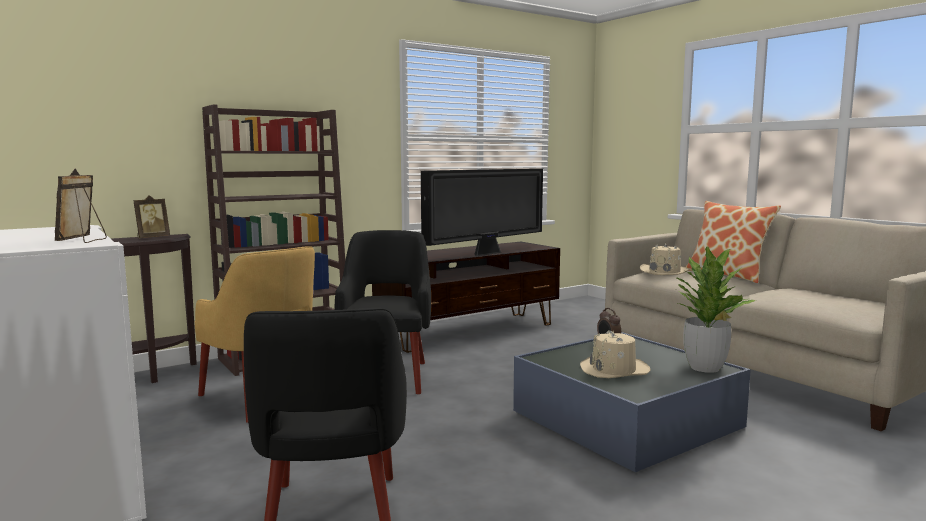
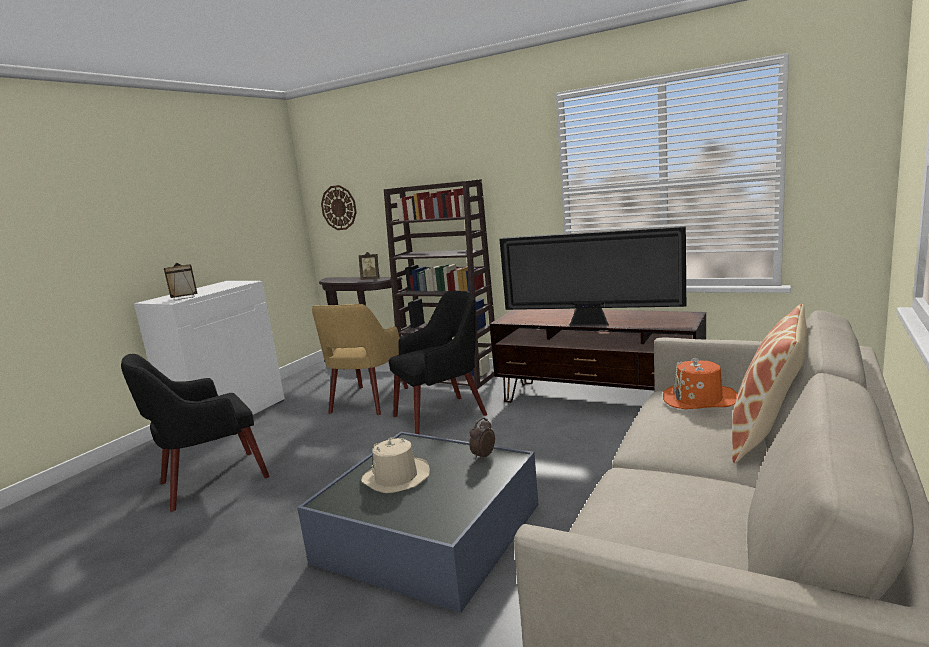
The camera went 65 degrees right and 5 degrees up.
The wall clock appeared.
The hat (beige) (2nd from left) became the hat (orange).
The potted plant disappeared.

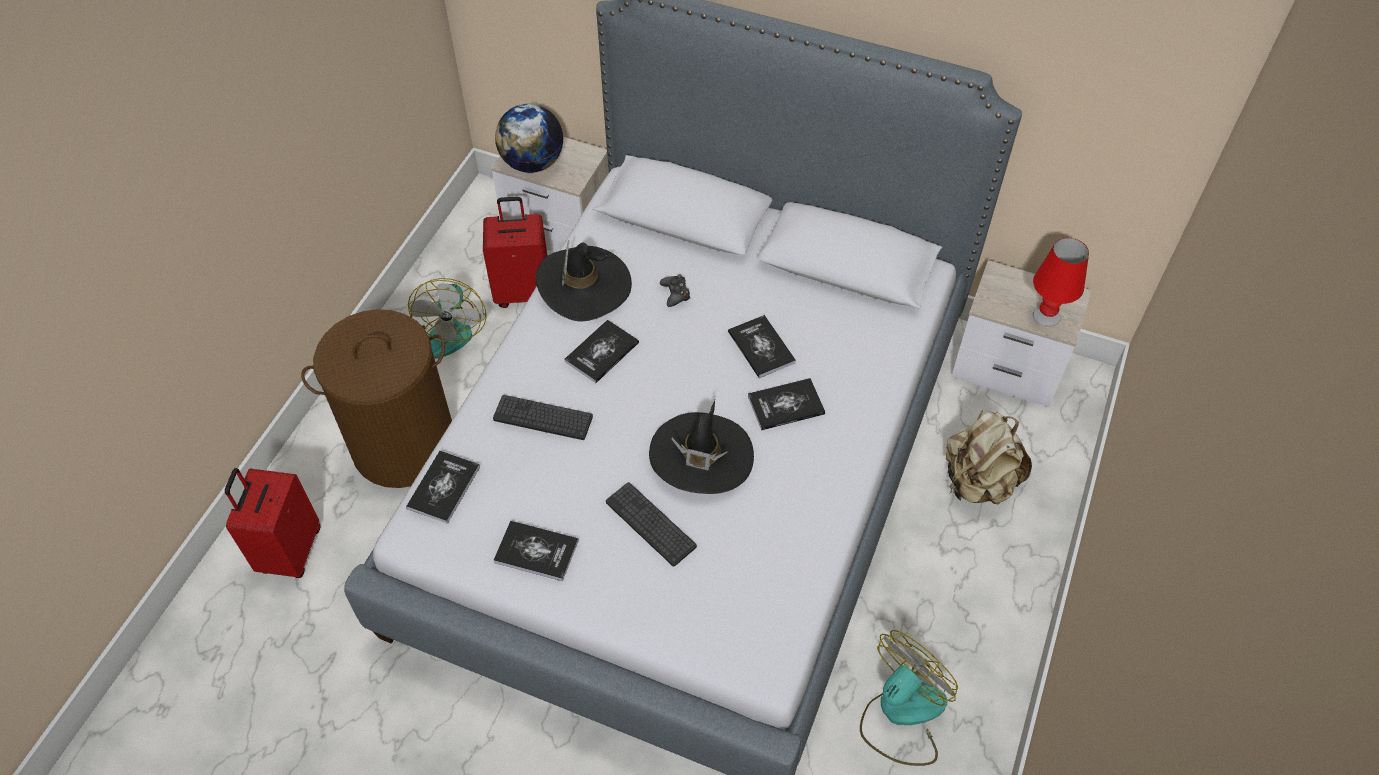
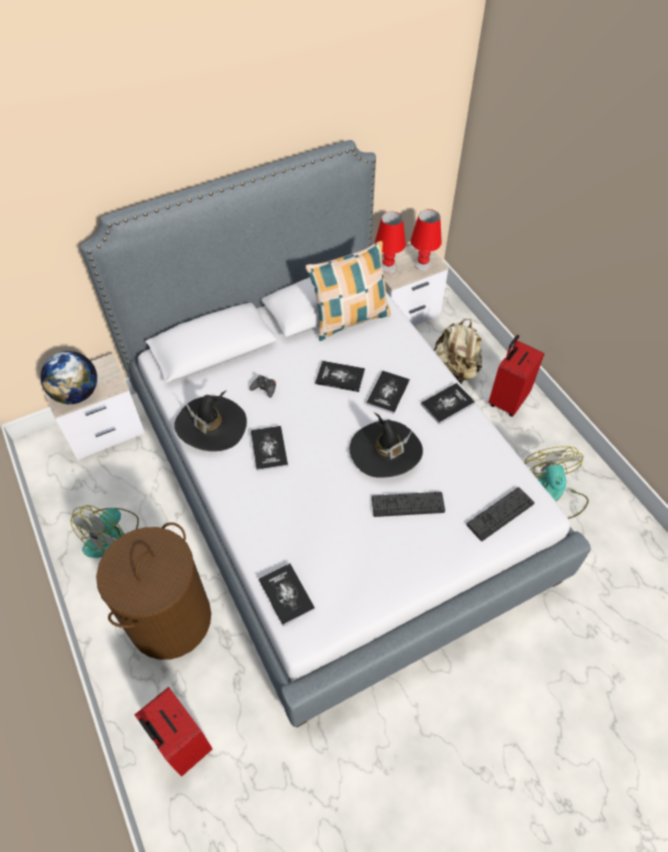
The camera went 50 degrees left and 0 degrees up.
The fan (1st from left) turned 75 degrees clockwise.
The pillow appeared.
The table lamp (red) (1st from left) appeared.
The book (2nd from left in the first image) moved.
The keyboard (1st from left in the first image) moved.
The suitcase (red) (2nd from left) moved.

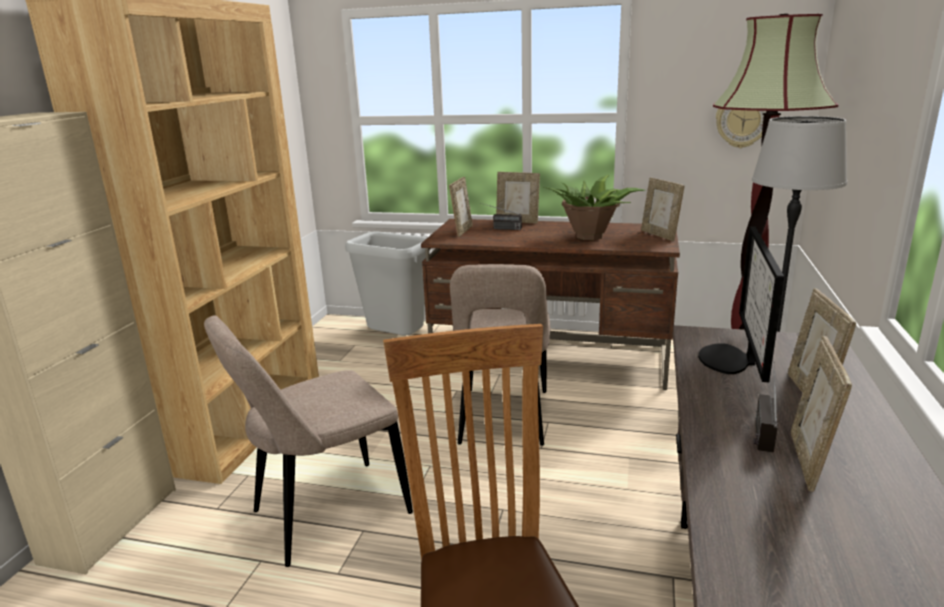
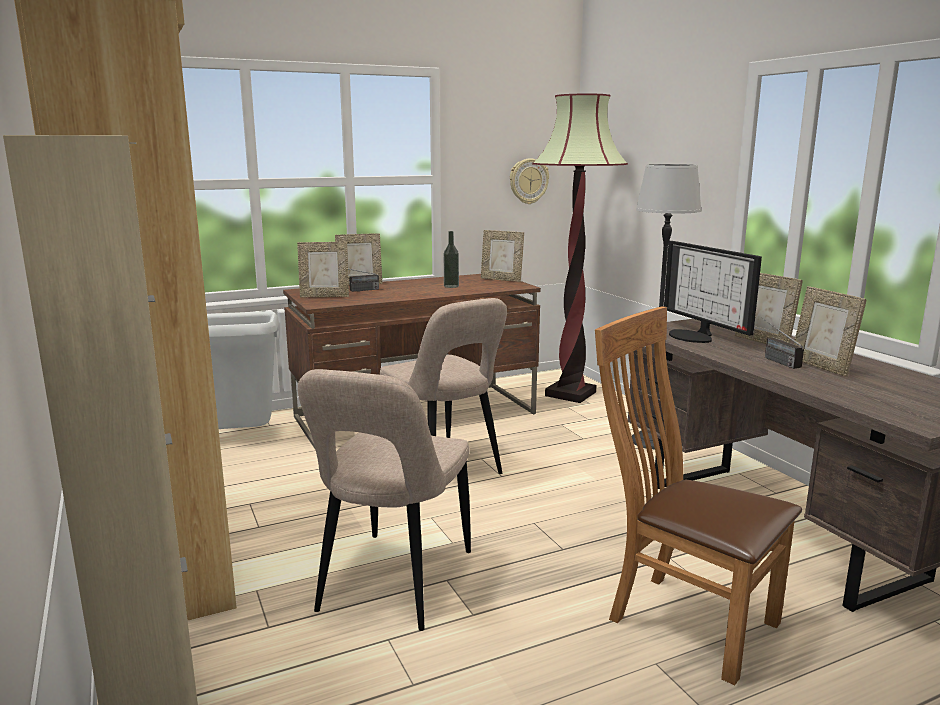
The camera went 40 degrees left and 5 degrees down.
The picture frame (1st from left) turned 105 degrees clockwise.
The potted plant was replaced by the bottle.

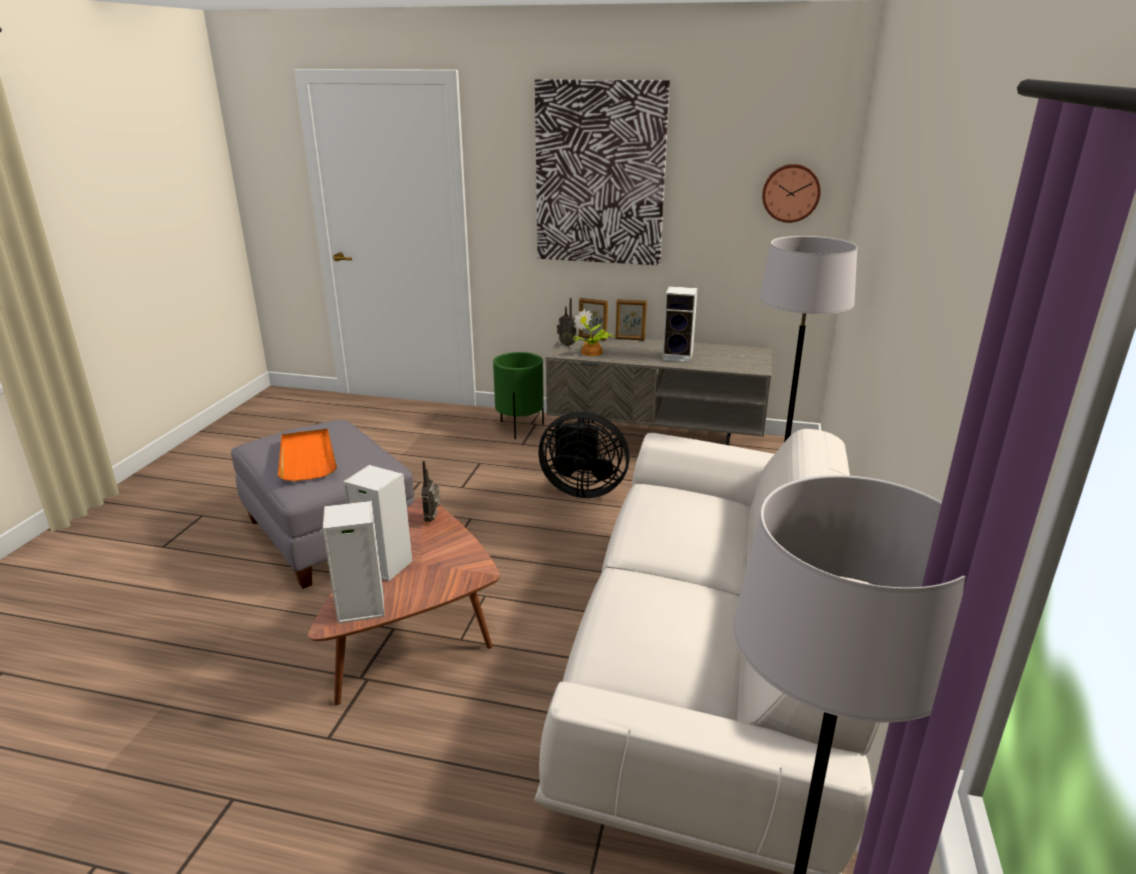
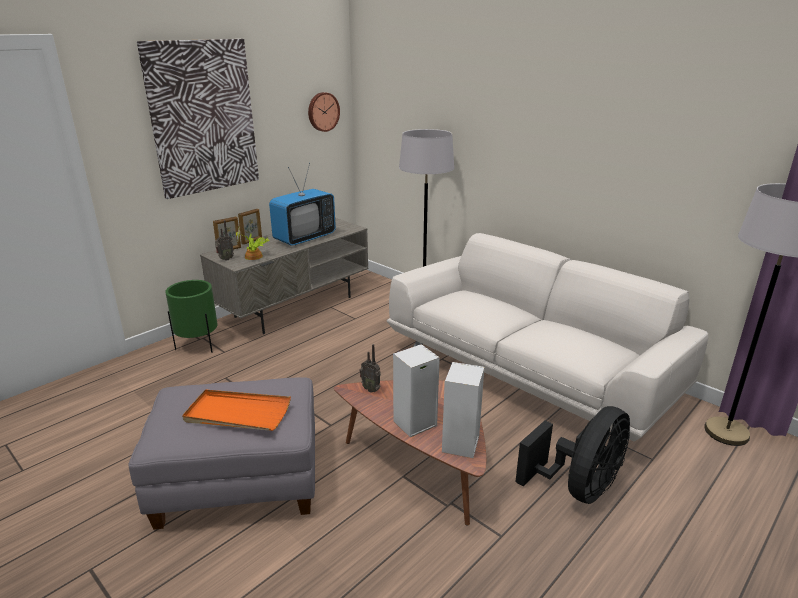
The camera went 60 degrees left and 0 degrees up.
The speaker (3rd from left) was replaced by the television.
The fan (black) moved.

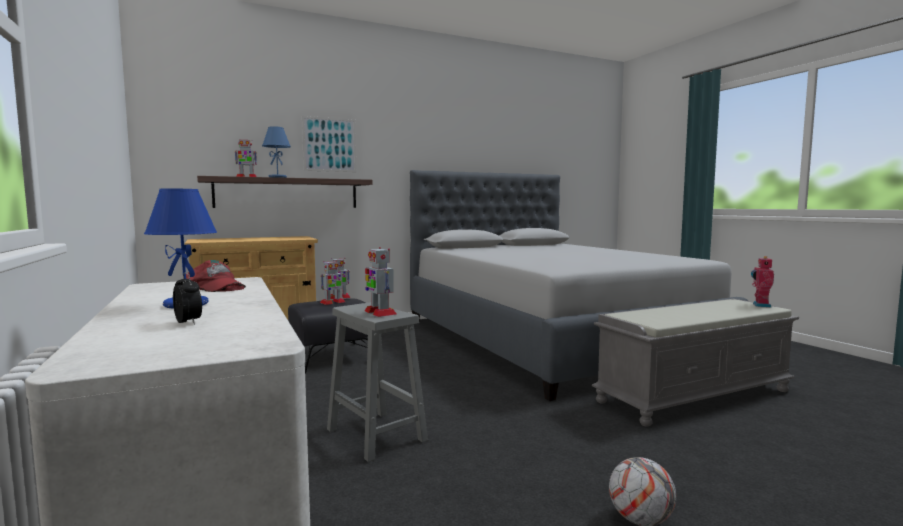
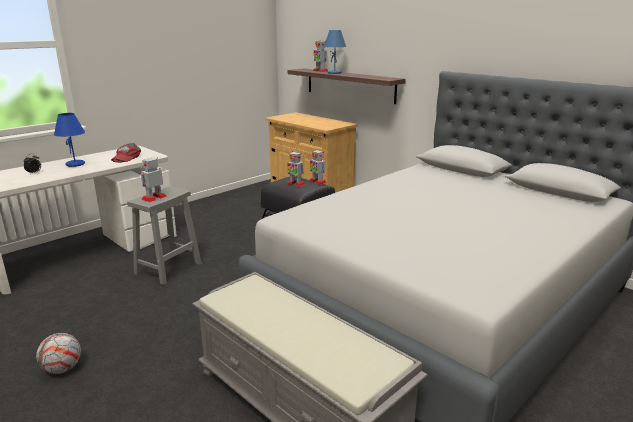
The camera went 70 degrees right and 15 degrees up.
The picture disappeared.
The toy robot (5th from left) disappeared.

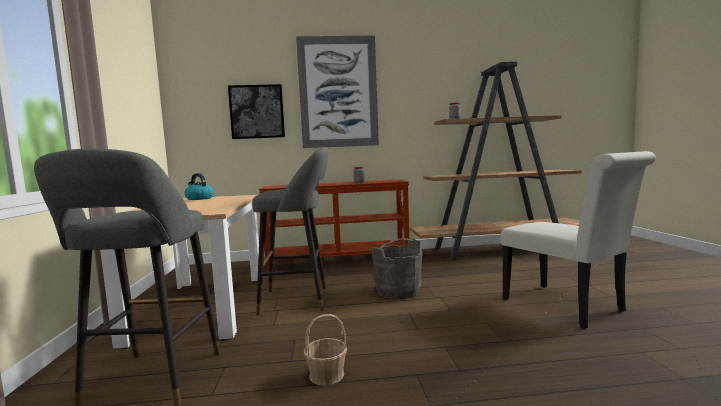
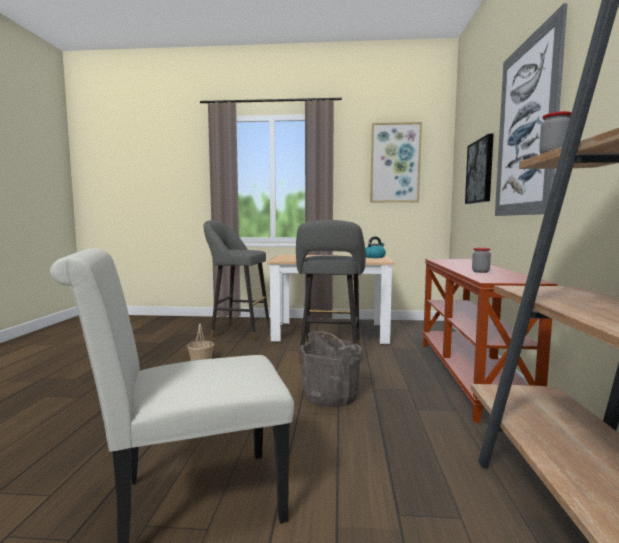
The camera went 100 degrees right and 0 degrees up.
The picture (1st from left) appeared.

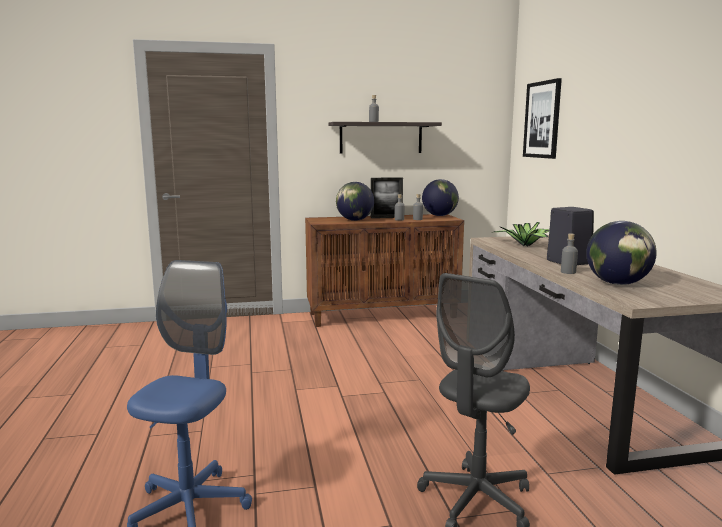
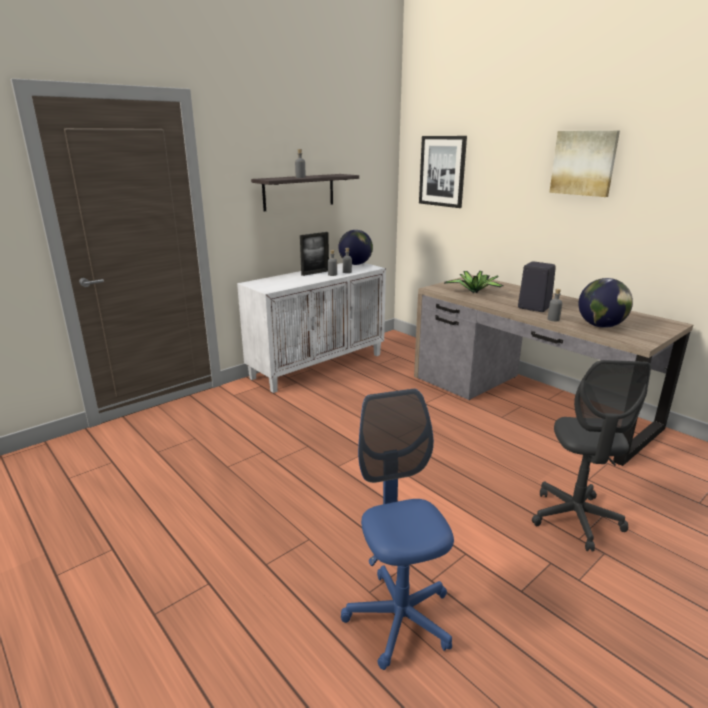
The camera went 30 degrees left and 10 degrees up.
The cabinet (brown) became the cabinet (white).
The picture (2nd from left) appeared.
The globe (1st from left) disappeared.

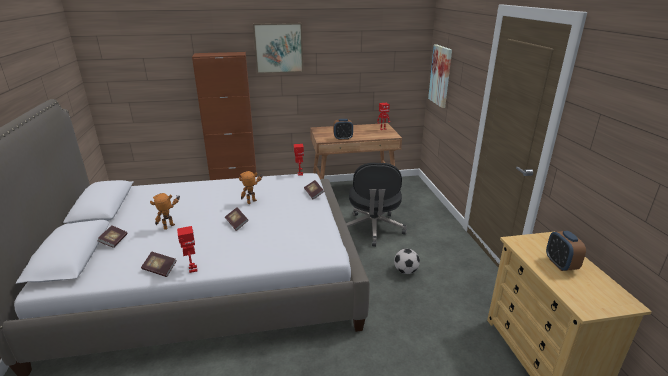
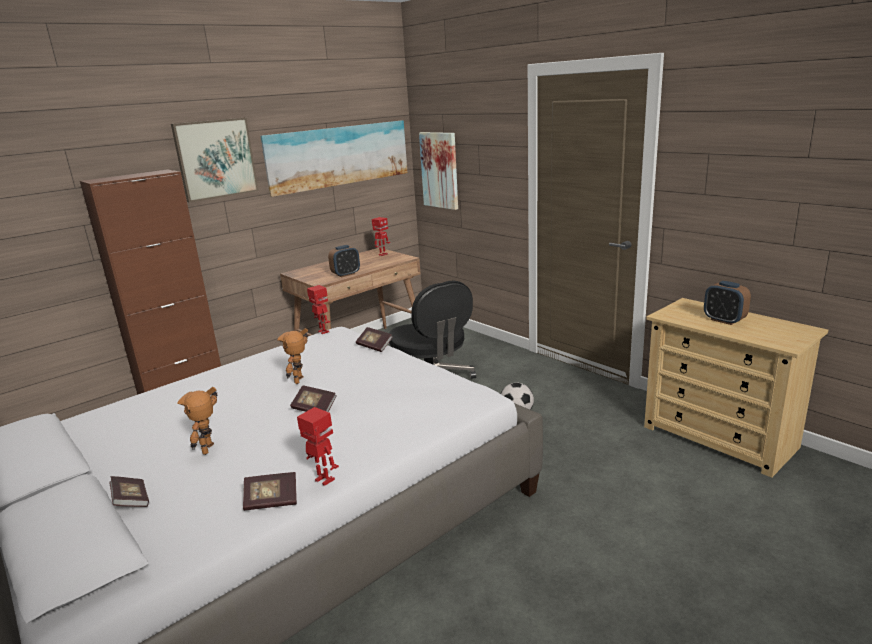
The camera went 30 degrees left and 5 degrees down.
The picture (2nd from left) appeared.

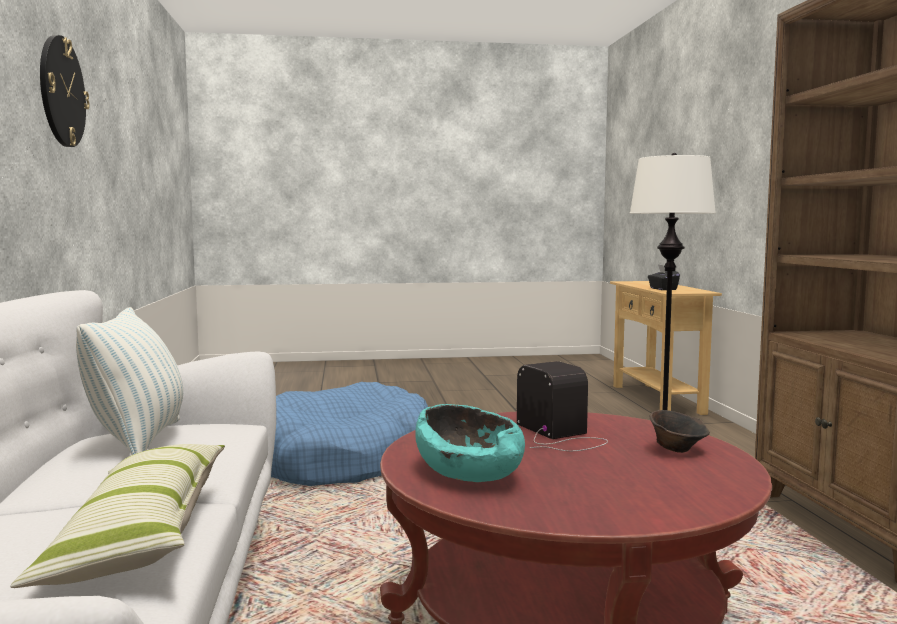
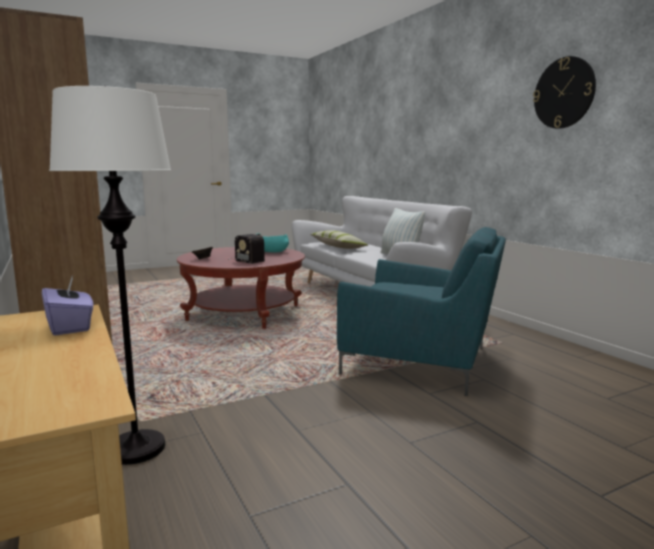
The camera went 160 degrees right and 5 degrees up.
The tissue box (black) became the tissue box (purple).
The dog bed (blue) was replaced by the armchair (turquoise).

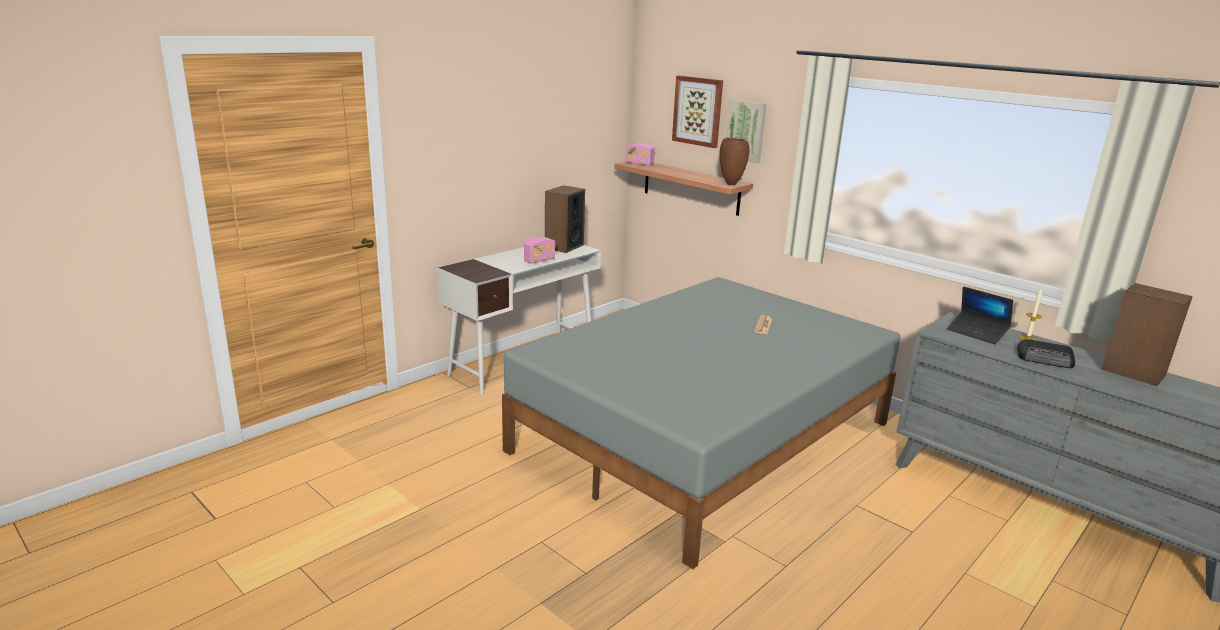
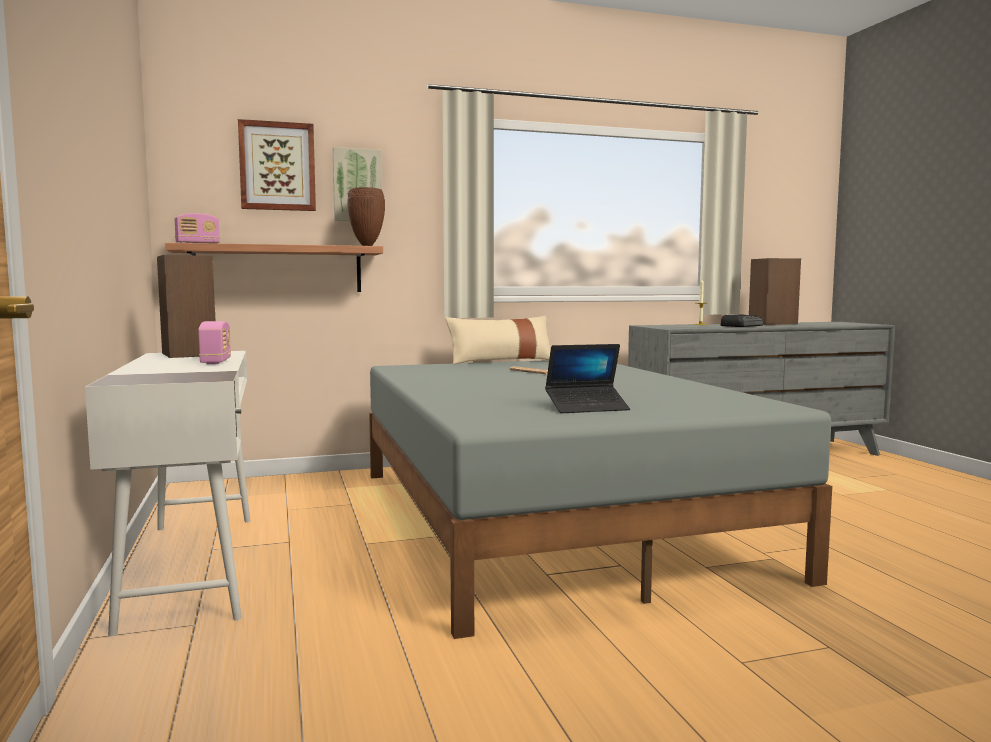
The camera went 60 degrees left and 15 degrees down.
The pillow (beige) appeared.
The laptop moved.

